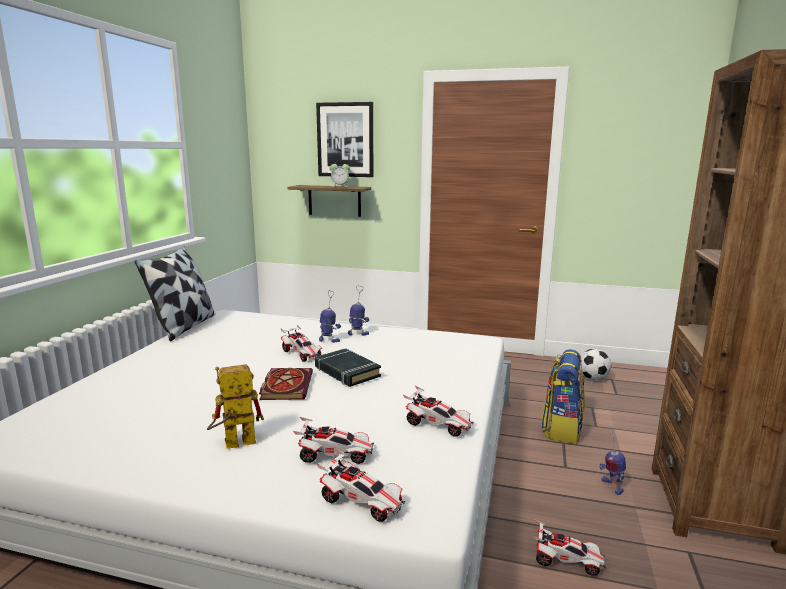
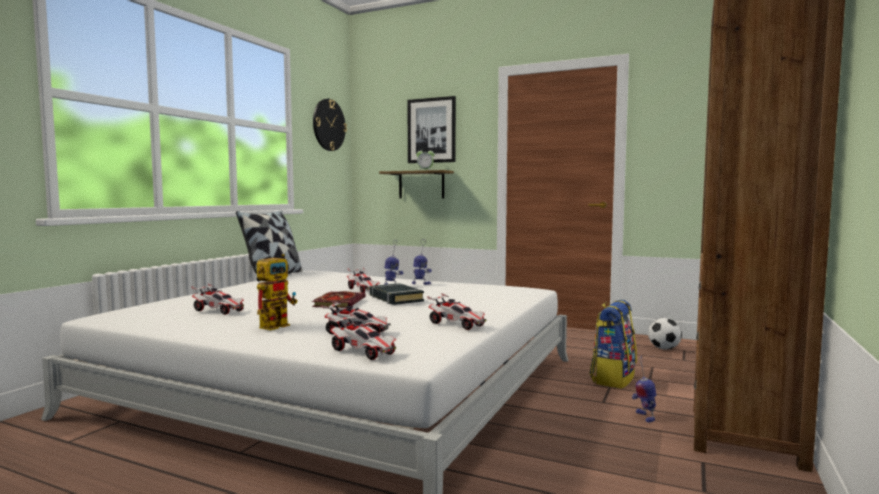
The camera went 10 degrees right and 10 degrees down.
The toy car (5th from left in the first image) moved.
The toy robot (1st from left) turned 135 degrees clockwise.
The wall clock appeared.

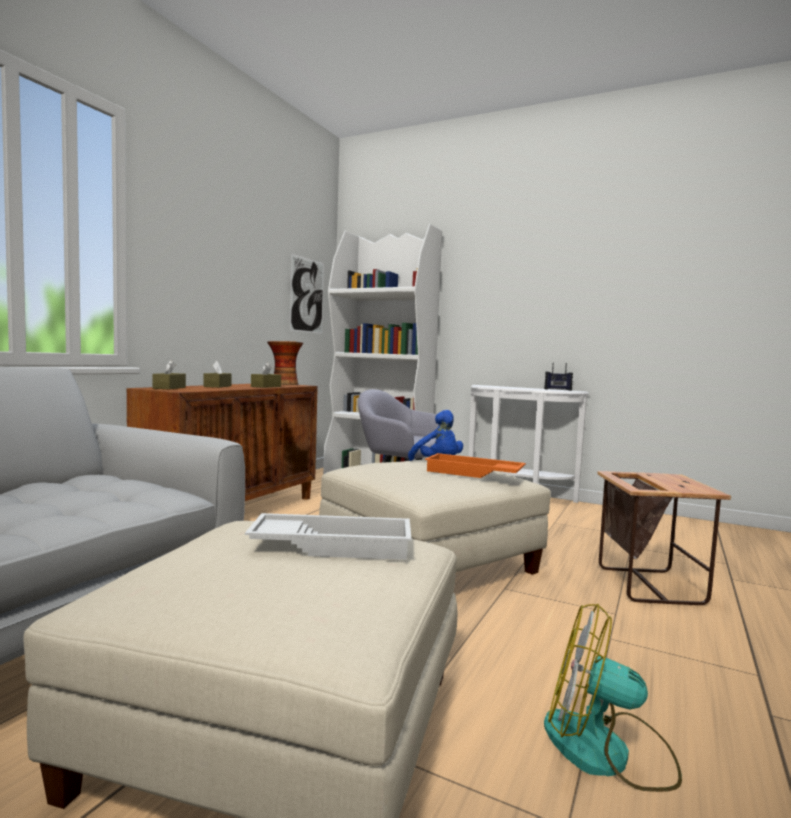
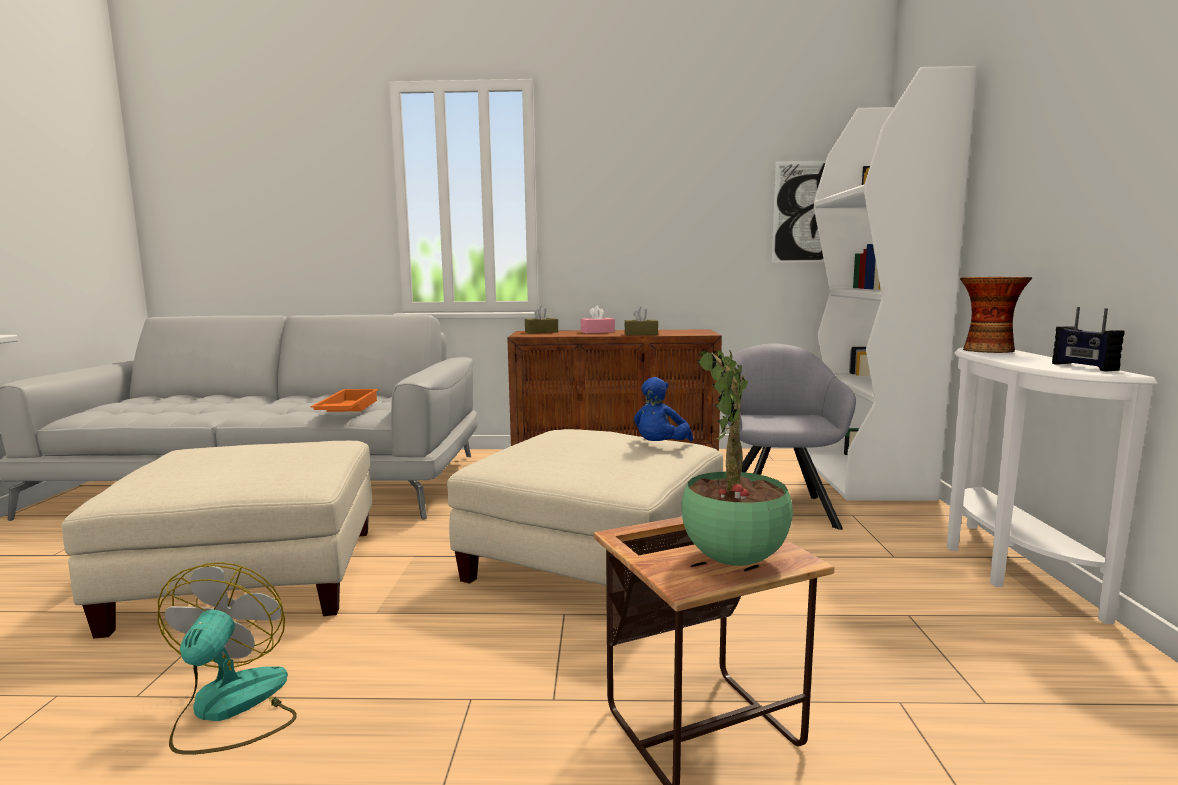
The camera went 65 degrees right and 5 degrees up.
The tray (orange) moved.
The tissue box (brown) (2nd from left) became the tissue box (pink).
The potted plant appeared.
The vase moved.
The tray (white) disappeared.

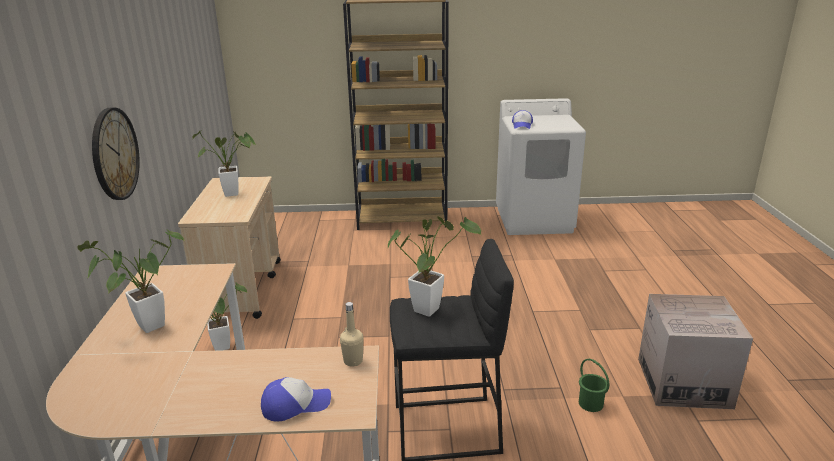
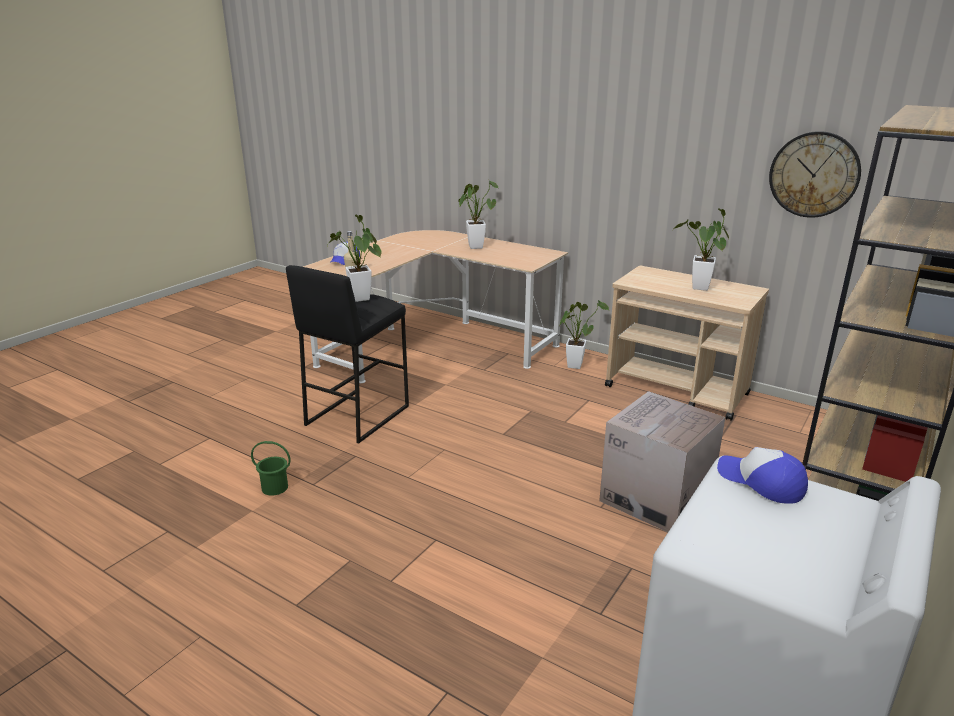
The camera went 125 degrees right and 0 degrees up.
The cardboard box moved.
The wall clock moved.

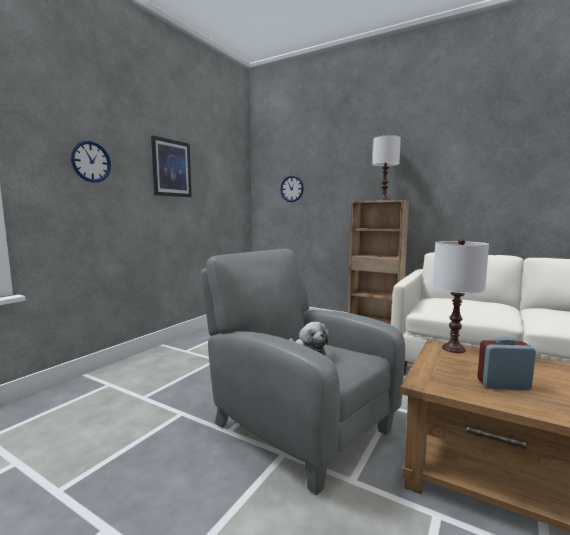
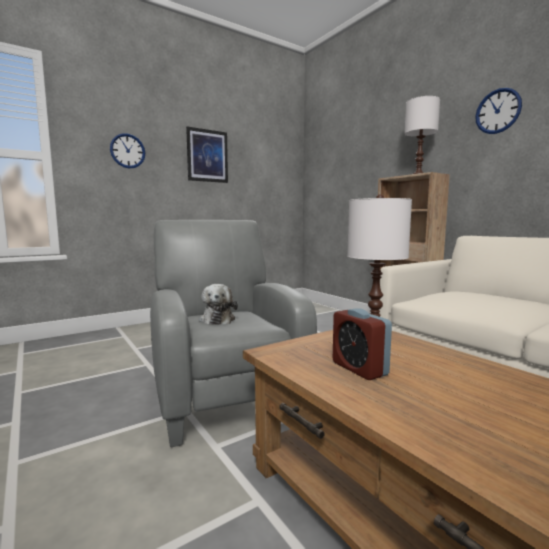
The camera went 25 degrees right and 0 degrees up.
The alarm clock turned 150 degrees counterclockwise.
The wall clock (2nd from left) moved.

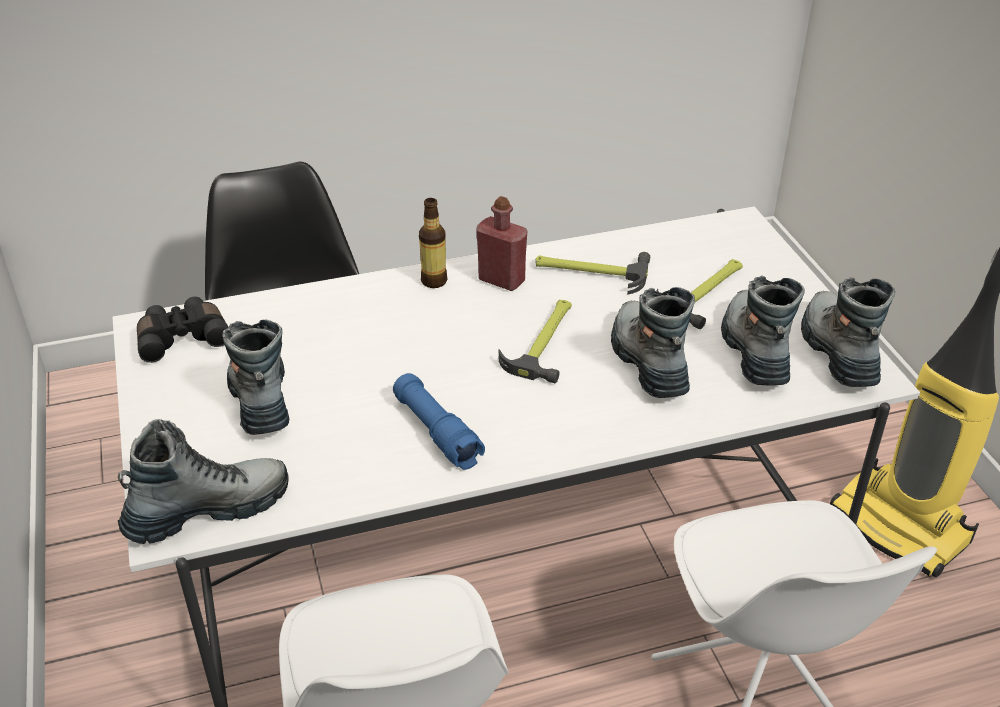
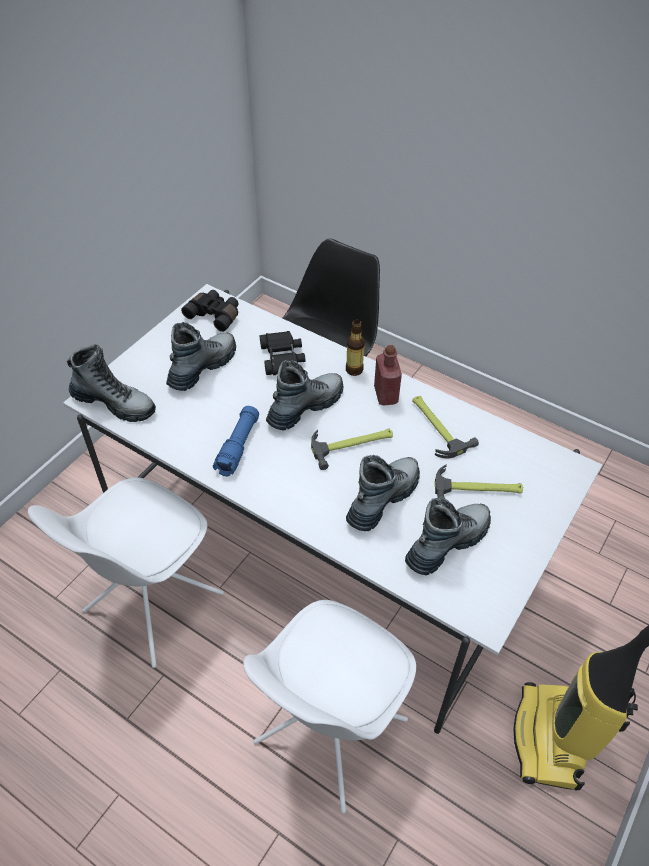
The camera went 50 degrees right and 10 degrees up.
The binoculars (black) (2nd from left) appeared.
The boot (5th from left in the first image) moved.

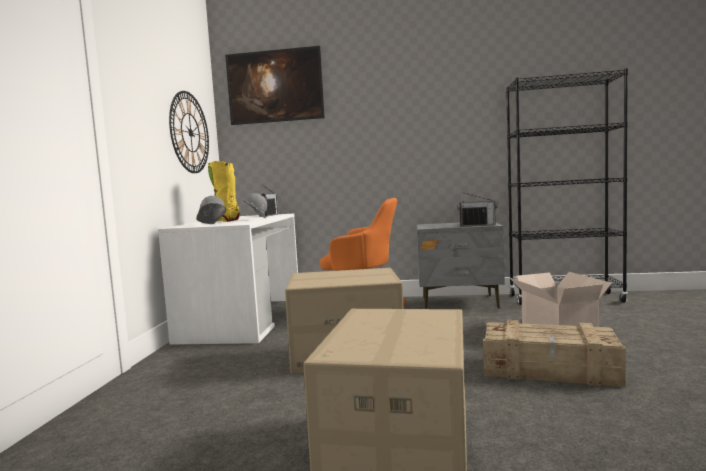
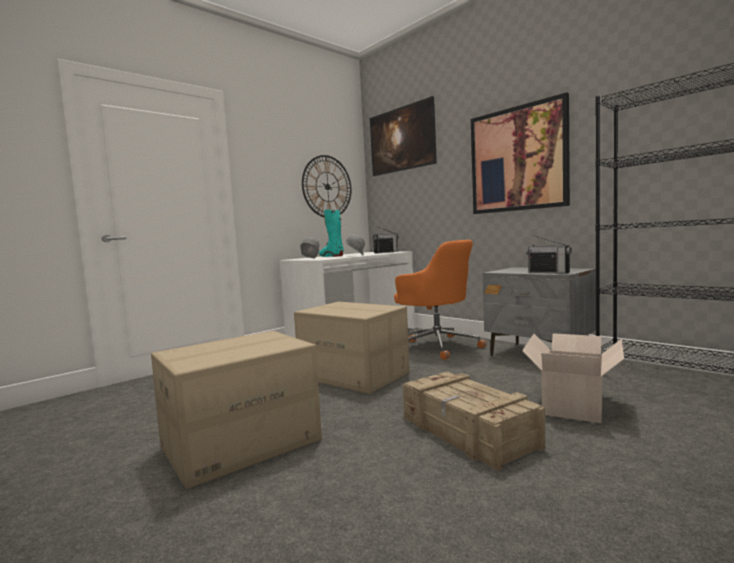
The camera went 40 degrees right and 0 degrees up.
The boot (yellow) became the boot (turquoise).
The picture (2nd from left) appeared.

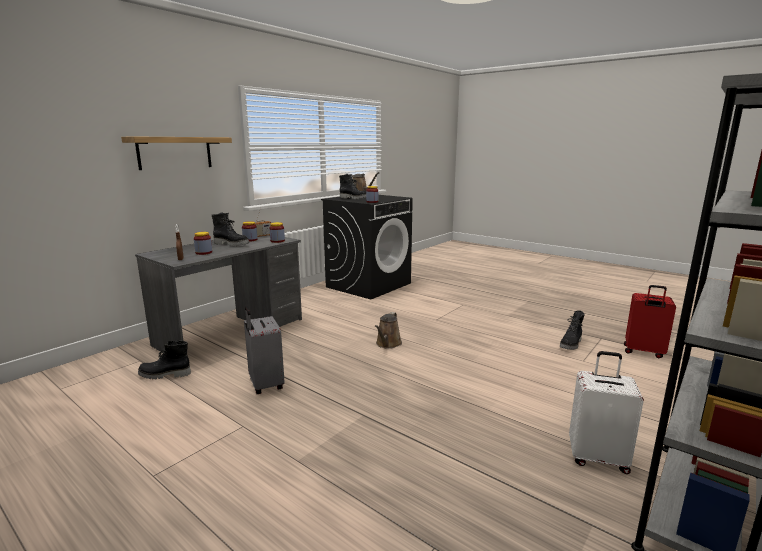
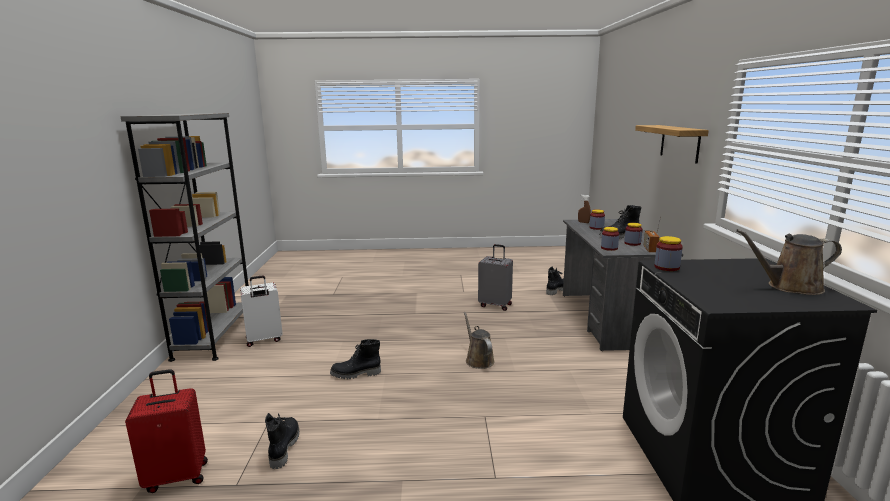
The camera went 140 degrees right and 0 degrees up.
The boot (black) (3rd from left in the first image) moved.

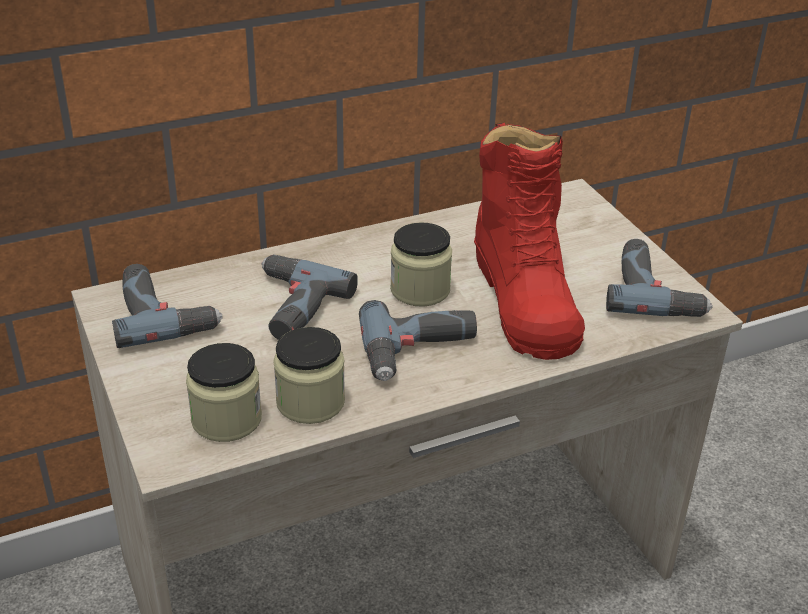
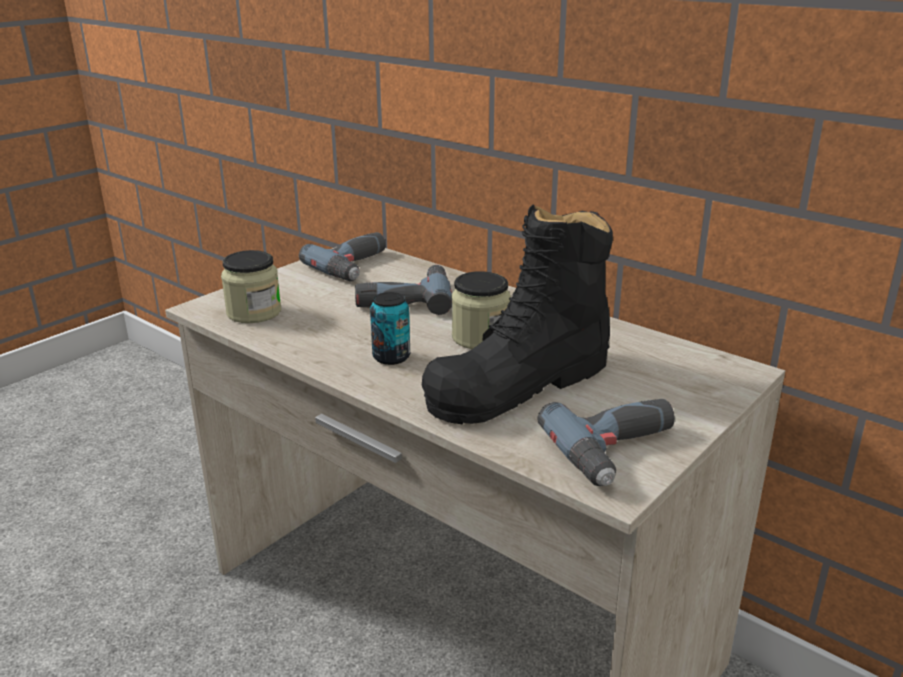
The camera went 65 degrees right and 10 degrees down.
The power drill (3rd from left) was replaced by the can.
The boot (red) became the boot (black).
The jar (2nd from left) disappeared.

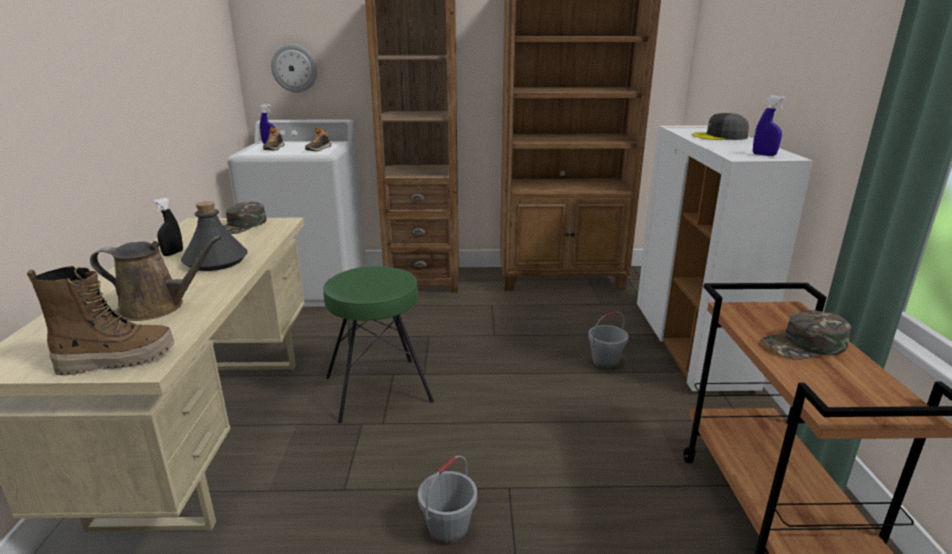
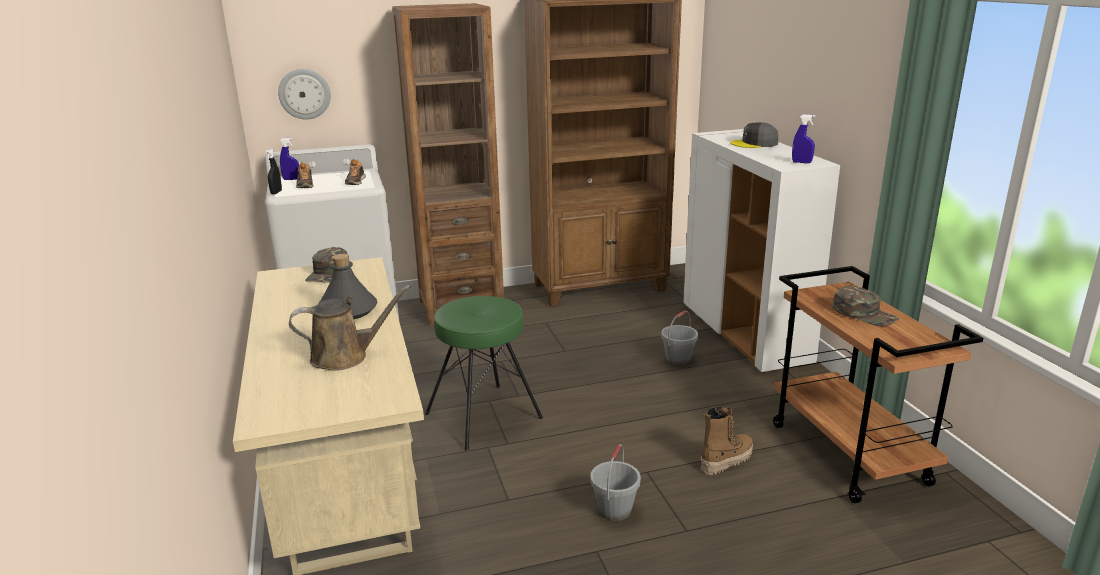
The camera went 15 degrees left and 0 degrees up.
The spray bottle (black) moved.
The boot moved.
The cap (green) (2nd from left) turned 105 degrees counterclockwise.

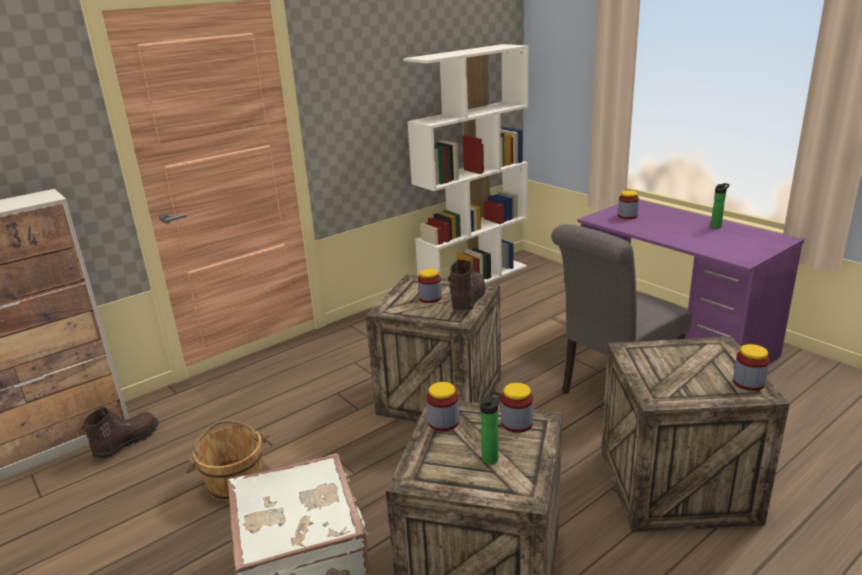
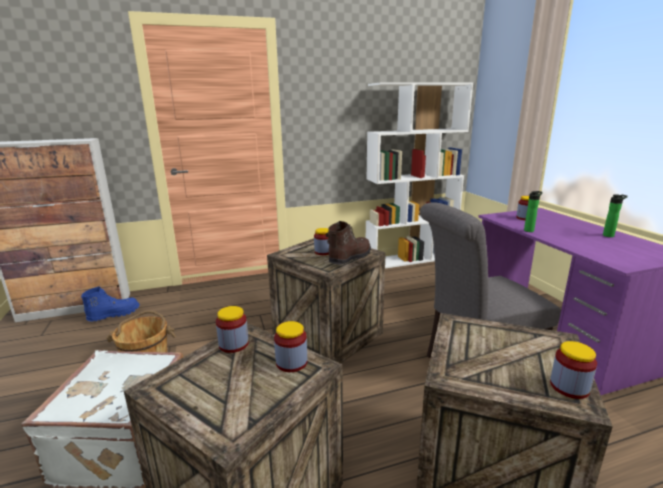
The camera went 20 degrees right and 5 degrees down.
The boot (brown) (1st from left) became the boot (blue).
The bottle (1st from left) moved.

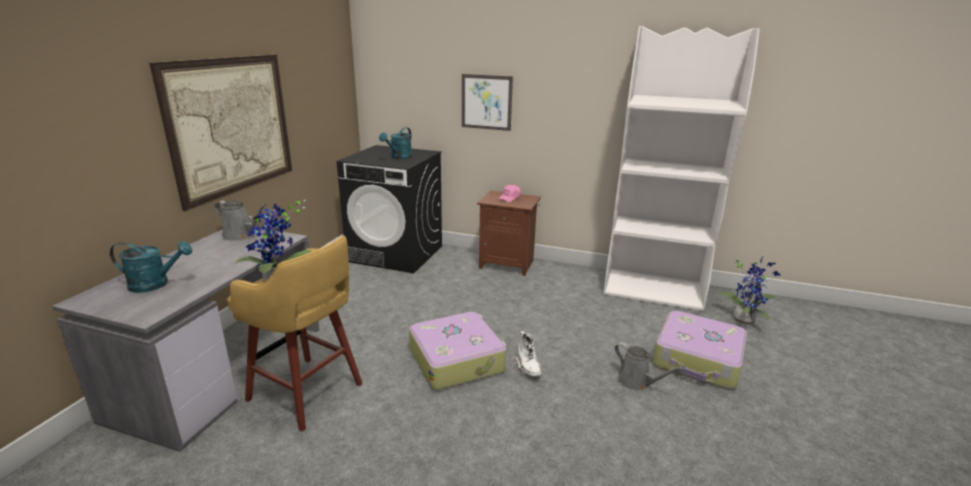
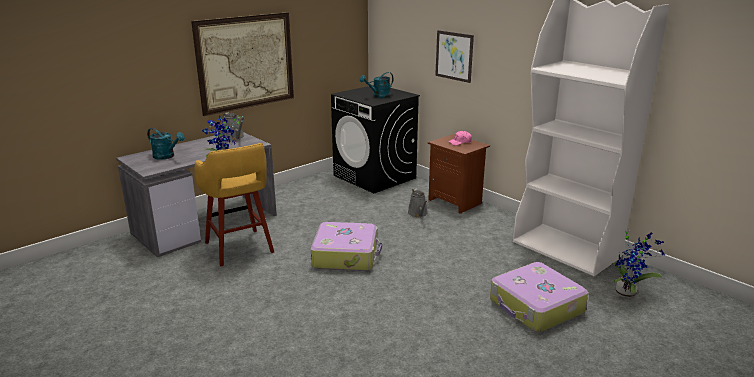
The camera went 30 degrees right and 0 degrees up.
The watering can (grey) (2nd from left) moved.
The boot (white) disappeared.

